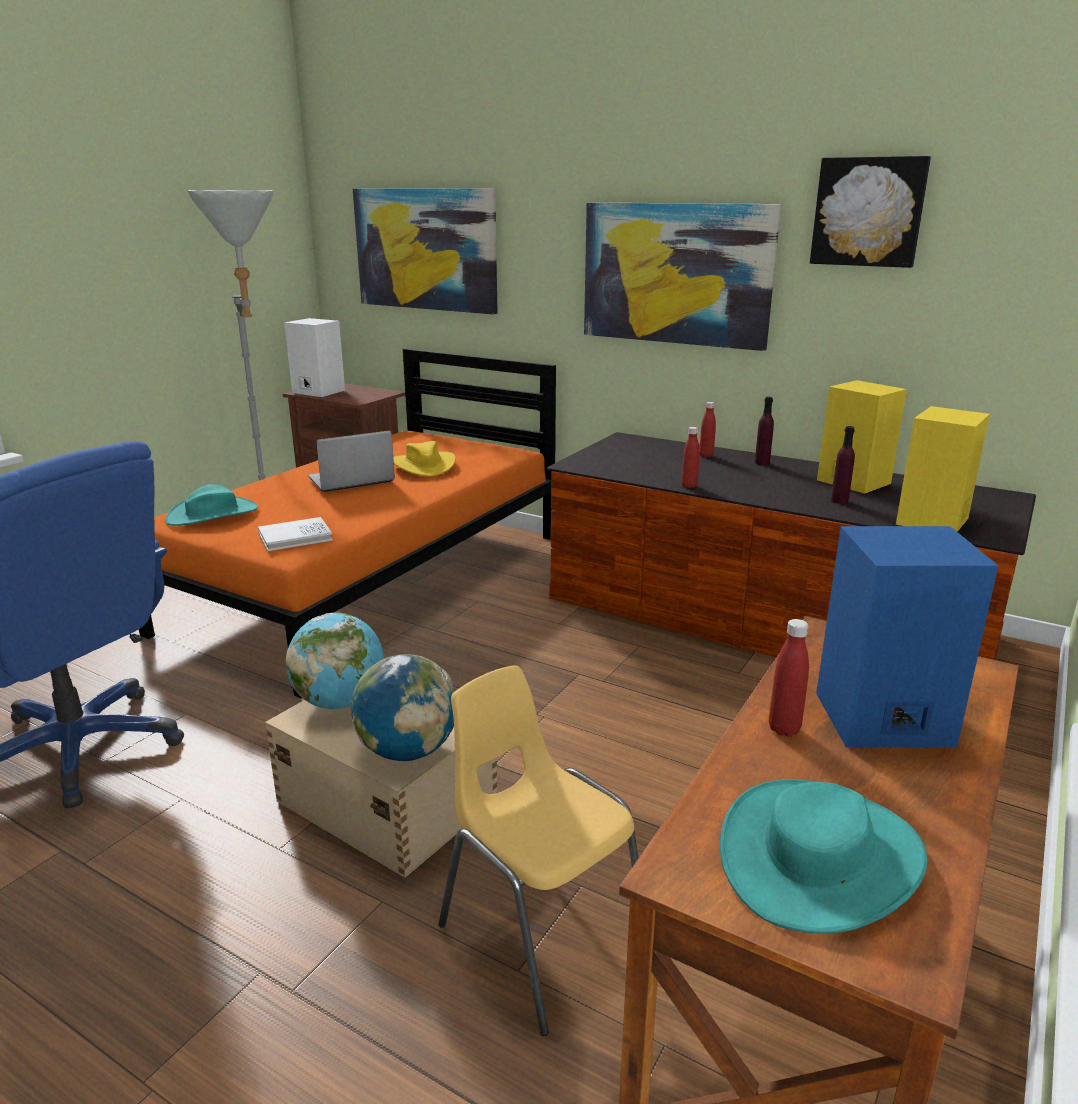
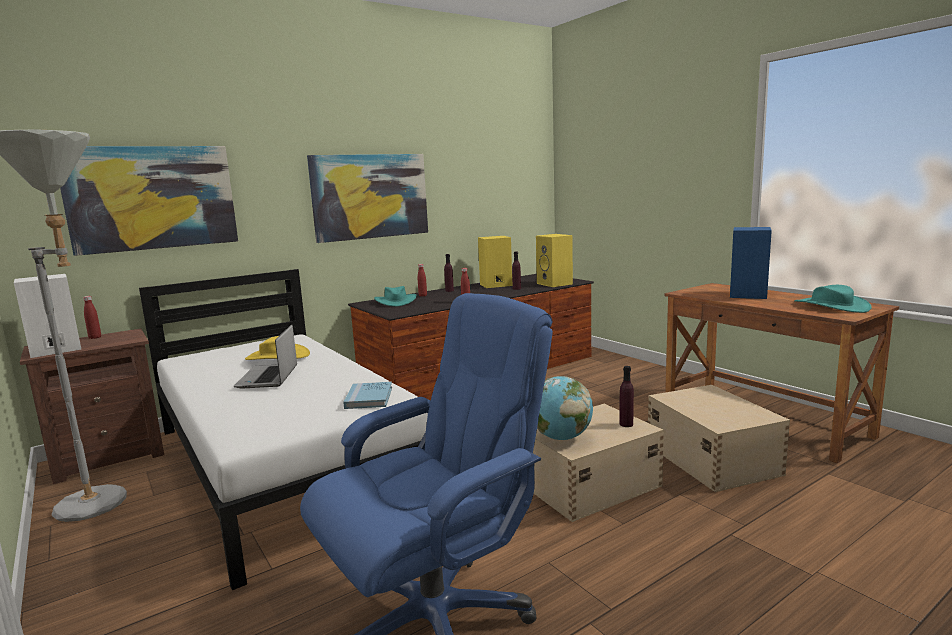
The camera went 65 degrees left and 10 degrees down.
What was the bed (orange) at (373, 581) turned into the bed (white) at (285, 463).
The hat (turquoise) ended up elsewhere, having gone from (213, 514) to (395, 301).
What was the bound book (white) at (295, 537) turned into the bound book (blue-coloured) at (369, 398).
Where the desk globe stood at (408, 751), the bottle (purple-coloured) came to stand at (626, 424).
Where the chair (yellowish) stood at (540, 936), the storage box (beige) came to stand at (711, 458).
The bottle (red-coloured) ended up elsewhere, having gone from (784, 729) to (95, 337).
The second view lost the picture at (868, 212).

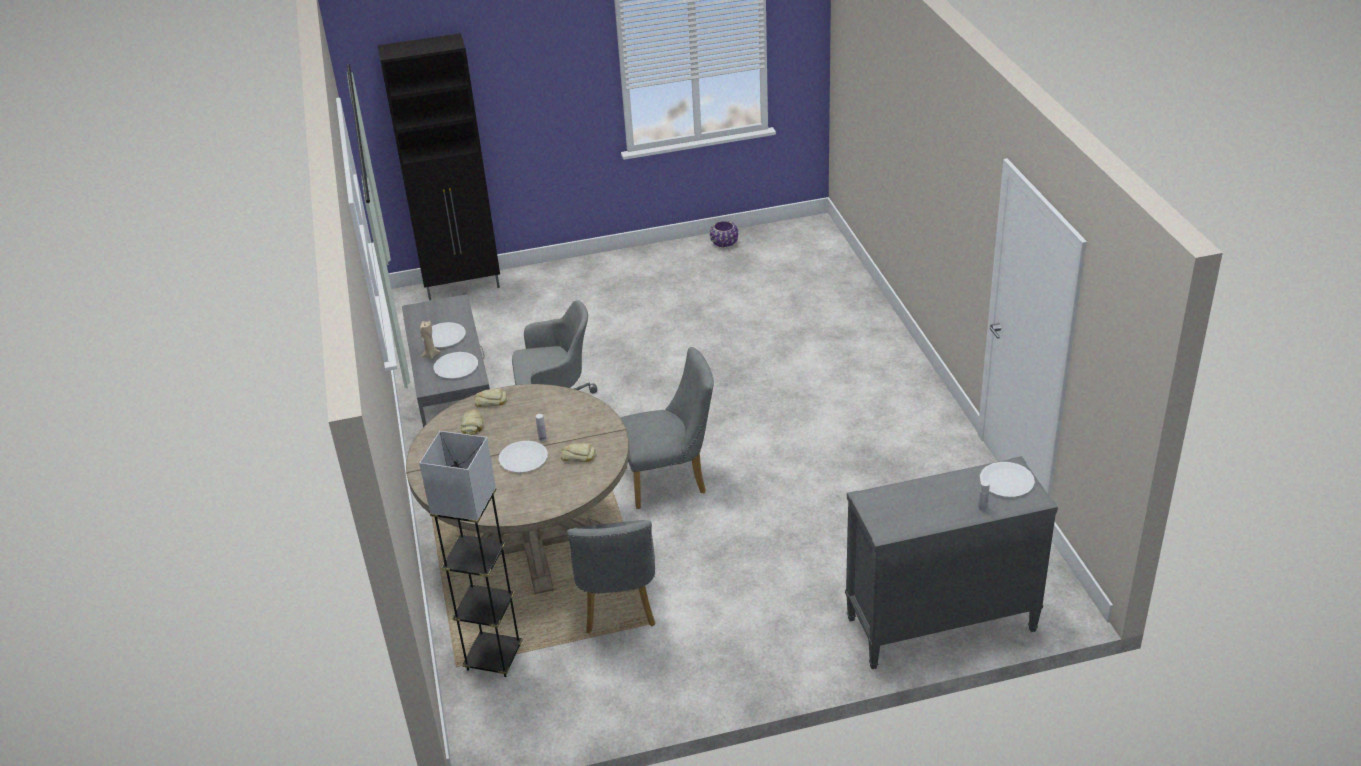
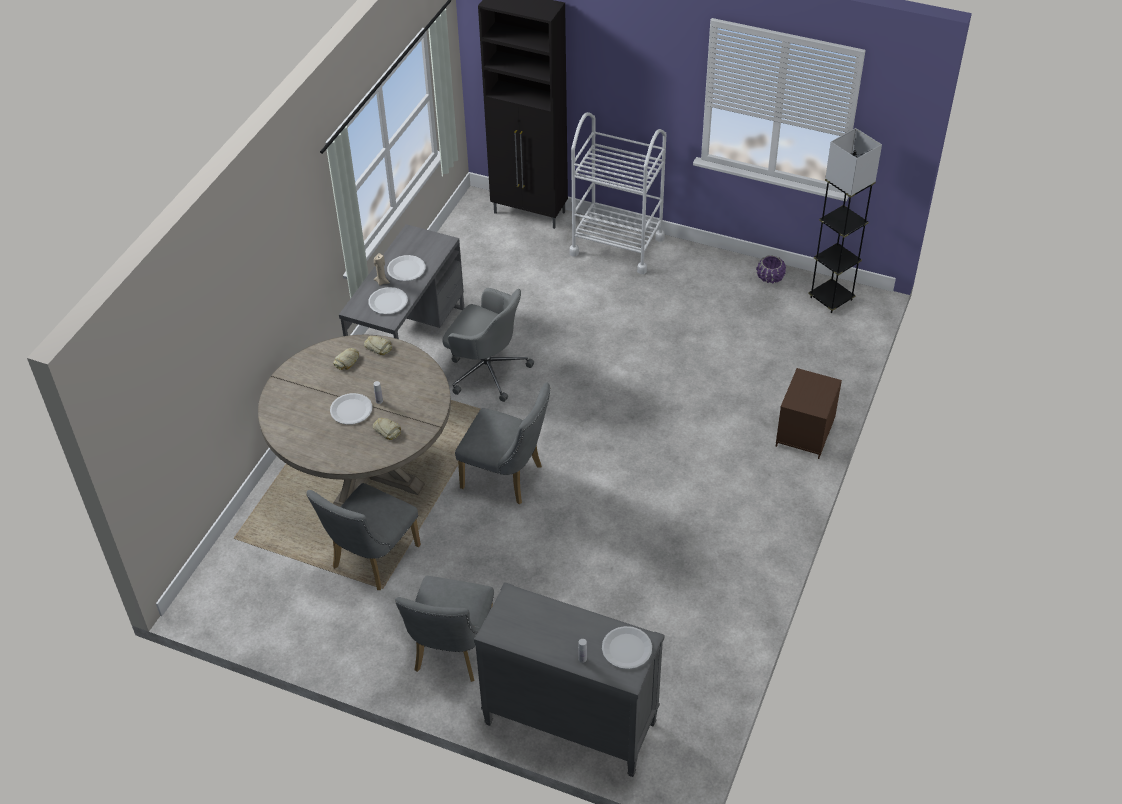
The camera went 35 degrees right and 10 degrees up.
The standing lamp (greyish) ended up elsewhere, having gone from (493, 658) to (831, 299).
The second view gained the chair (greyish) at (451, 653).
The second view gained the cart (white) at (617, 246).
The second view gained the night table (brownish) at (805, 434).

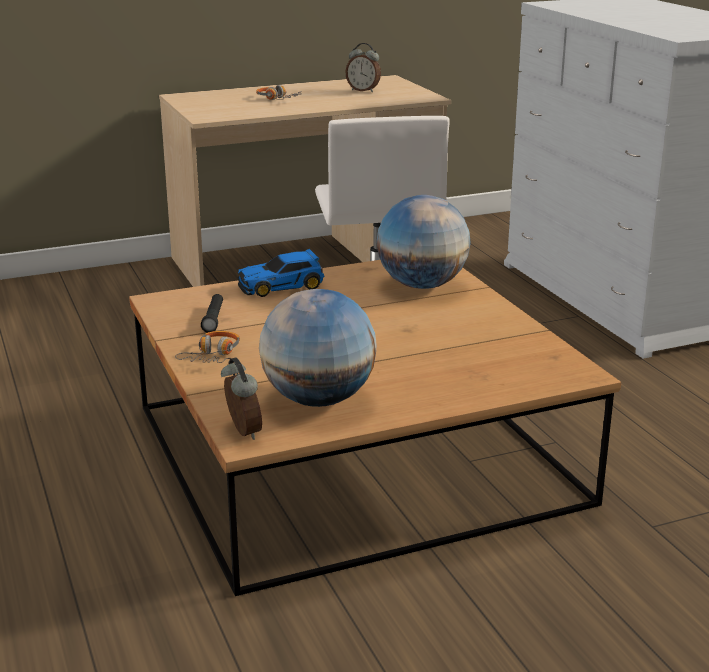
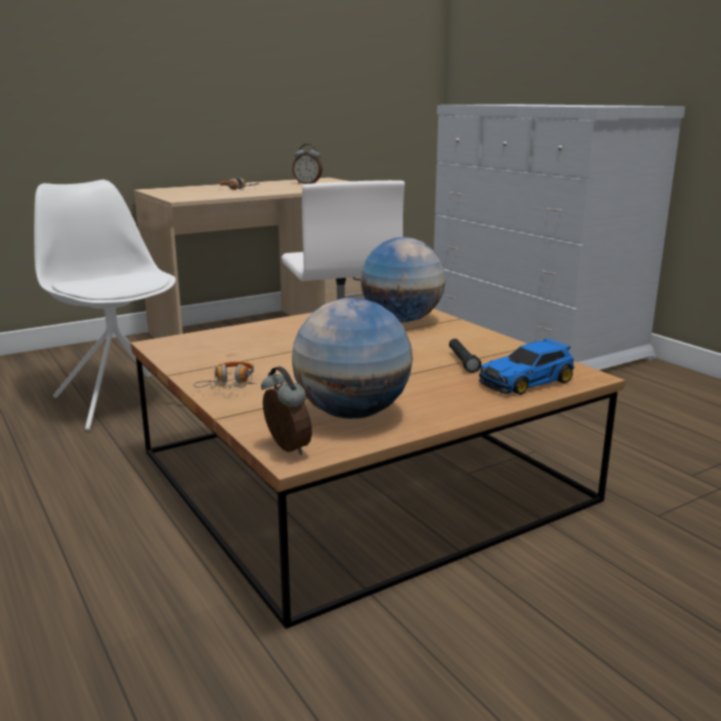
The camera went 10 degrees left and 5 degrees down.
The hand torch (blackish) ended up elsewhere, having gone from (213, 319) to (462, 361).
The miniature car ended up elsewhere, having gone from (282, 286) to (527, 381).
The second view gained the chair (white) at (120, 400).

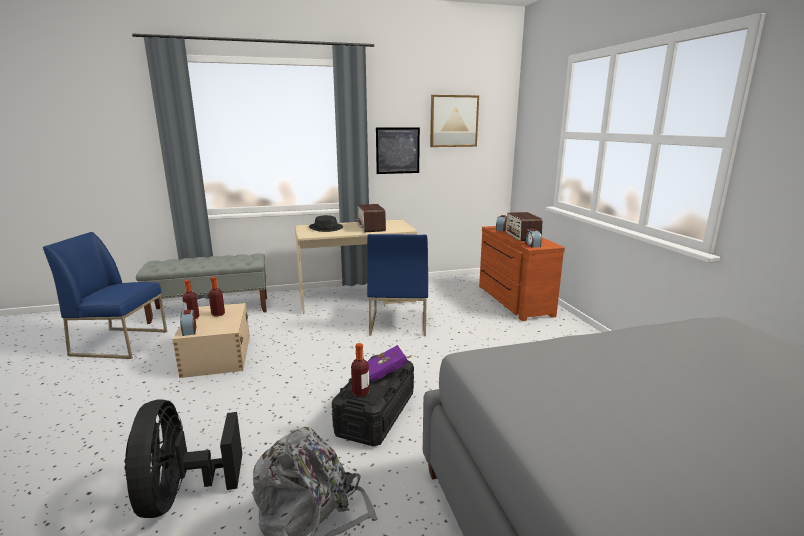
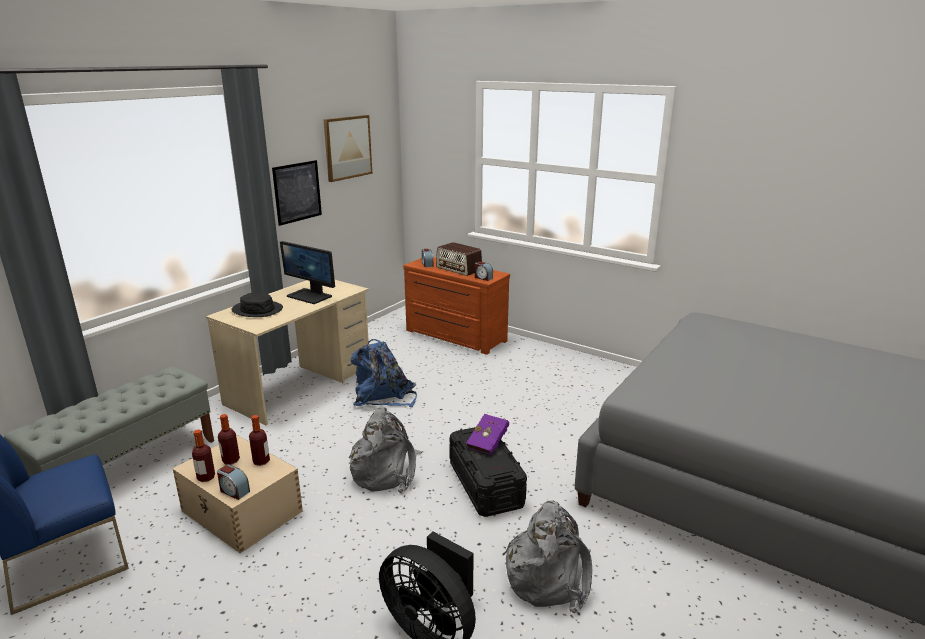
The camera went 40 degrees left and 5 degrees up.
The bottle ended up elsewhere, having gone from (360, 392) to (261, 461).
Where the radio stood at (371, 227), the computer display came to stand at (310, 296).
Where the chair (blue-coloured) stood at (398, 322), the knapsack (blue-coloured) came to stand at (383, 396).
The second view gained the knapsack (greyish) at (386, 471).

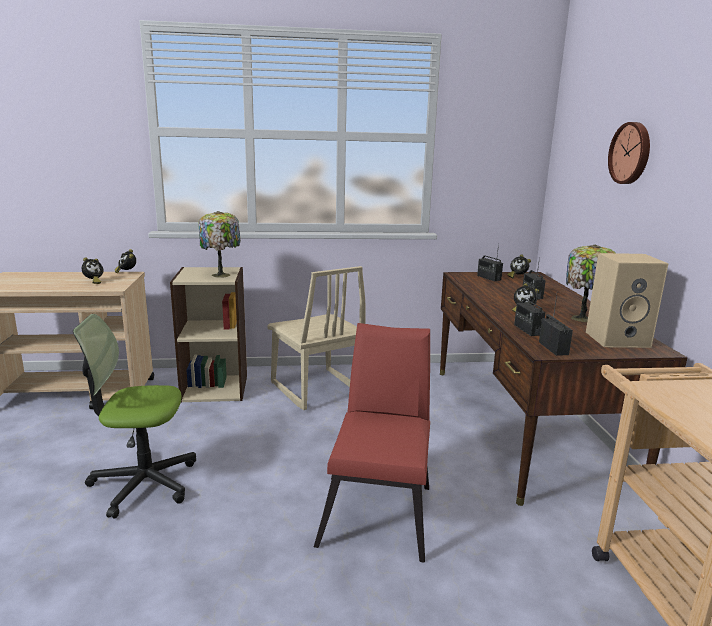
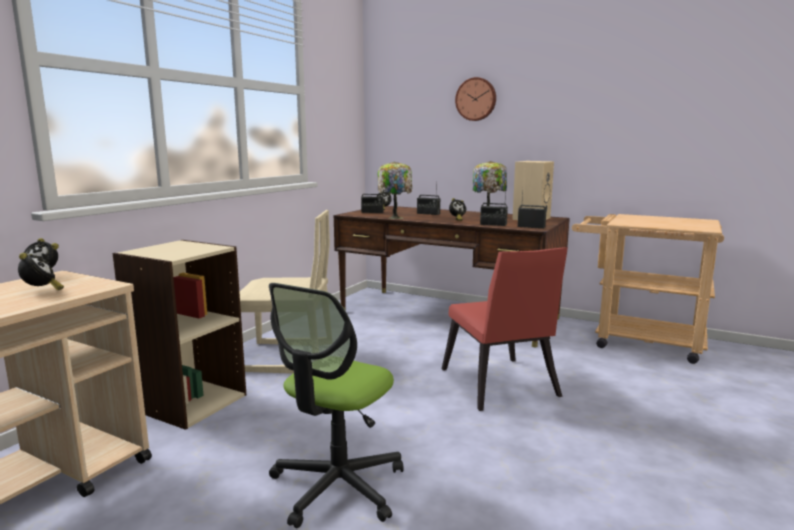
The camera went 55 degrees left and 5 degrees down.
The table lamp ended up elsewhere, having gone from (222, 274) to (395, 217).
The chair (red-coloured) at (379, 508) ended up facing another way, 150 degrees counterclockwise from before.

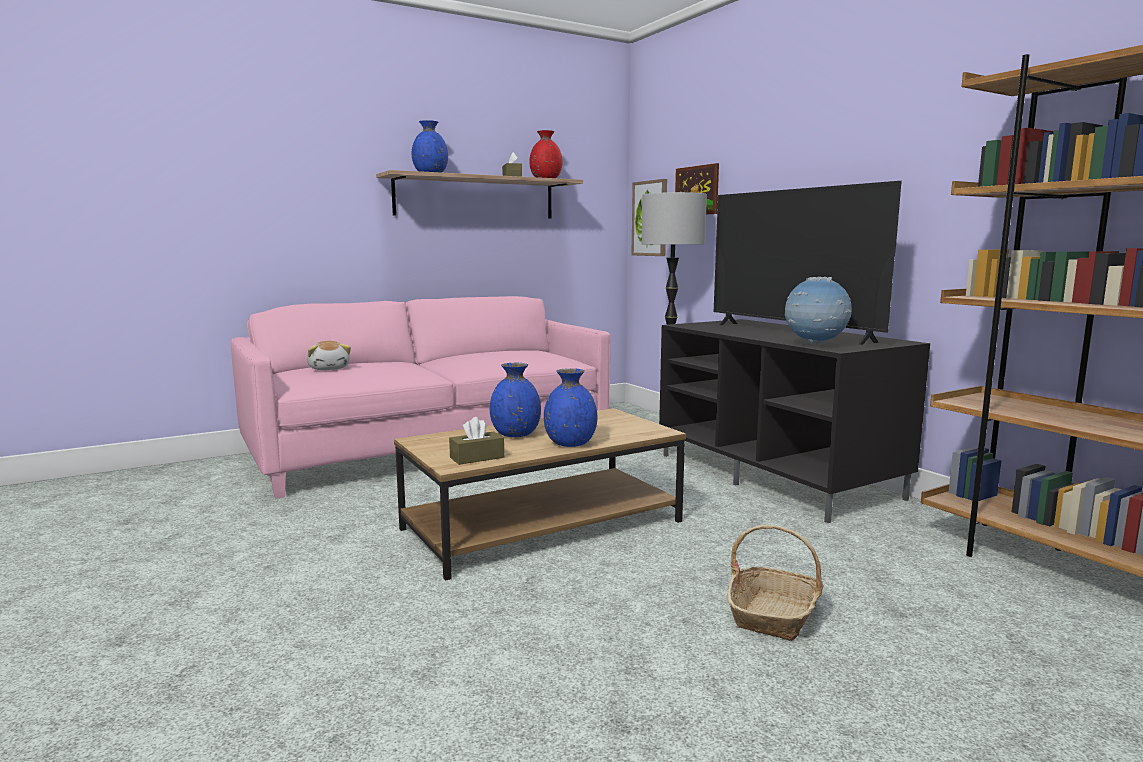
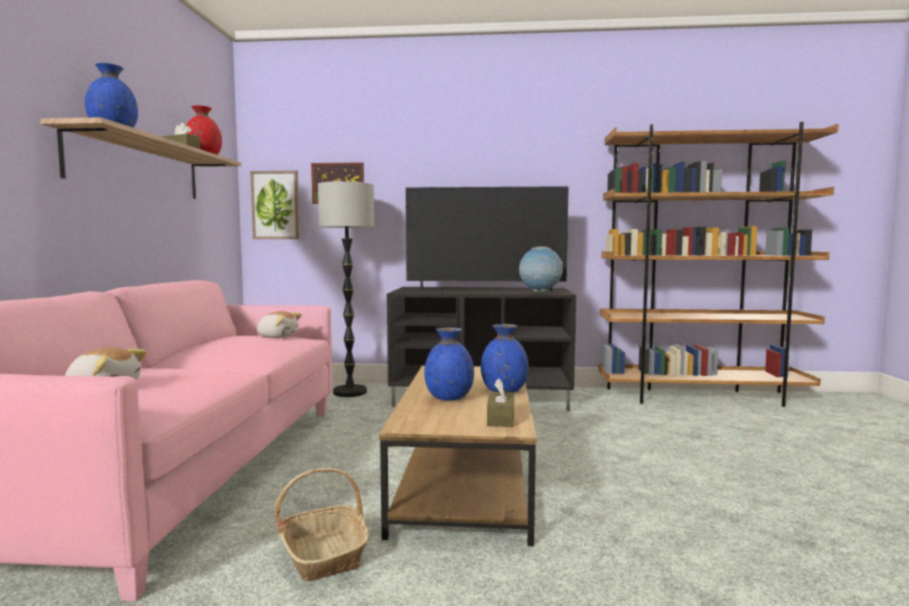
The camera went 55 degrees left and 5 degrees down.
The basket ended up elsewhere, having gone from (774, 614) to (323, 553).
The second view gained the plush toy at (277, 337).

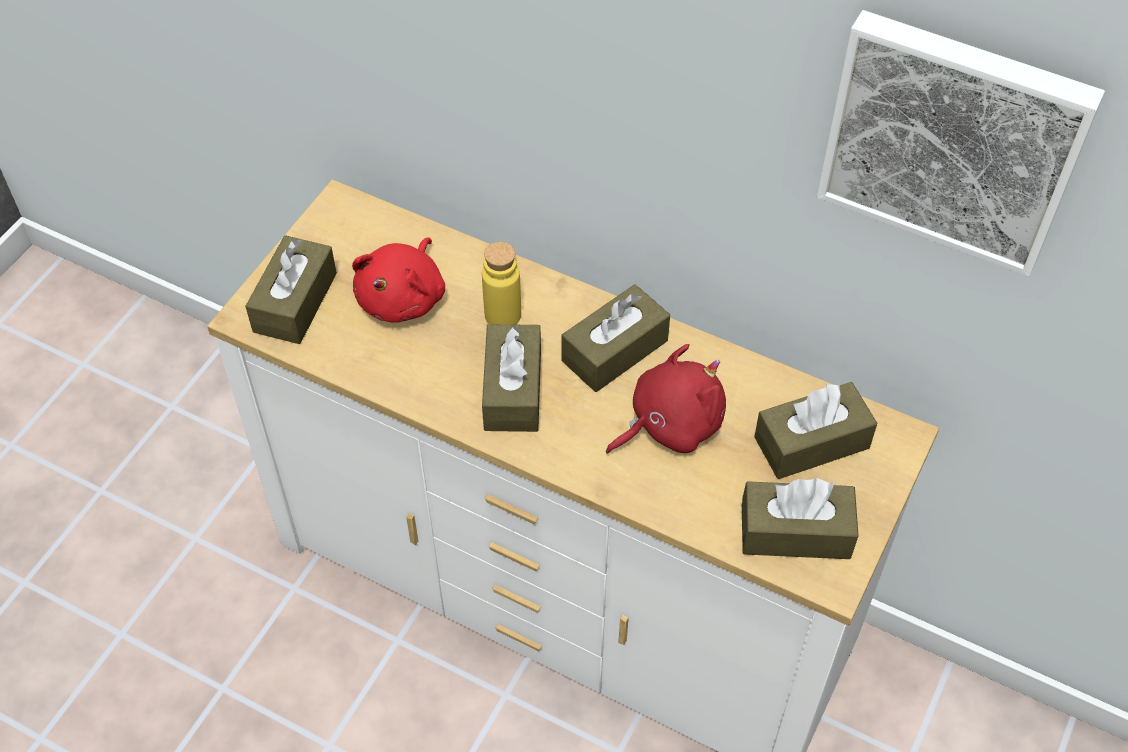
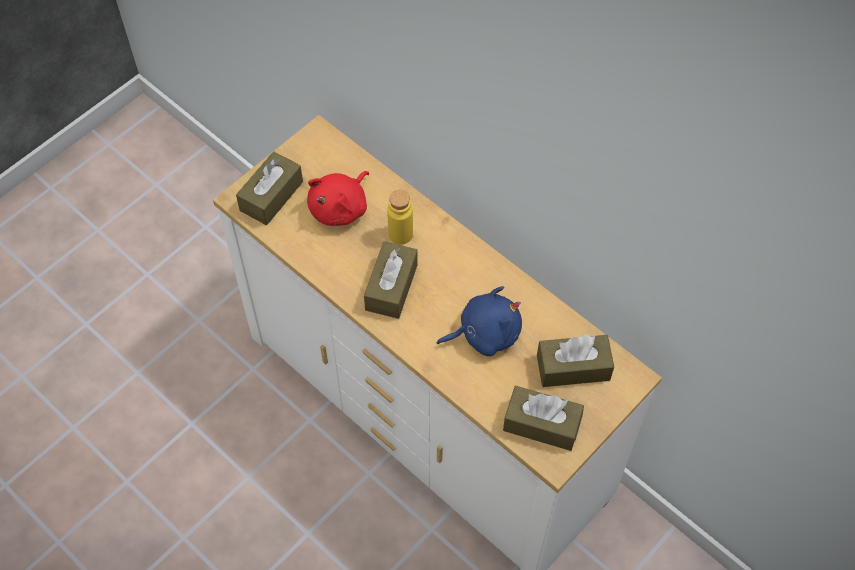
The camera went 15 degrees right and 5 degrees up.
The second view lost the tissue box (brownish) at (614, 350).
What was the plush toy (red-coloured) at (670, 424) turned into the plush toy (blue-coloured) at (485, 333).
The second view lost the picture at (953, 139).

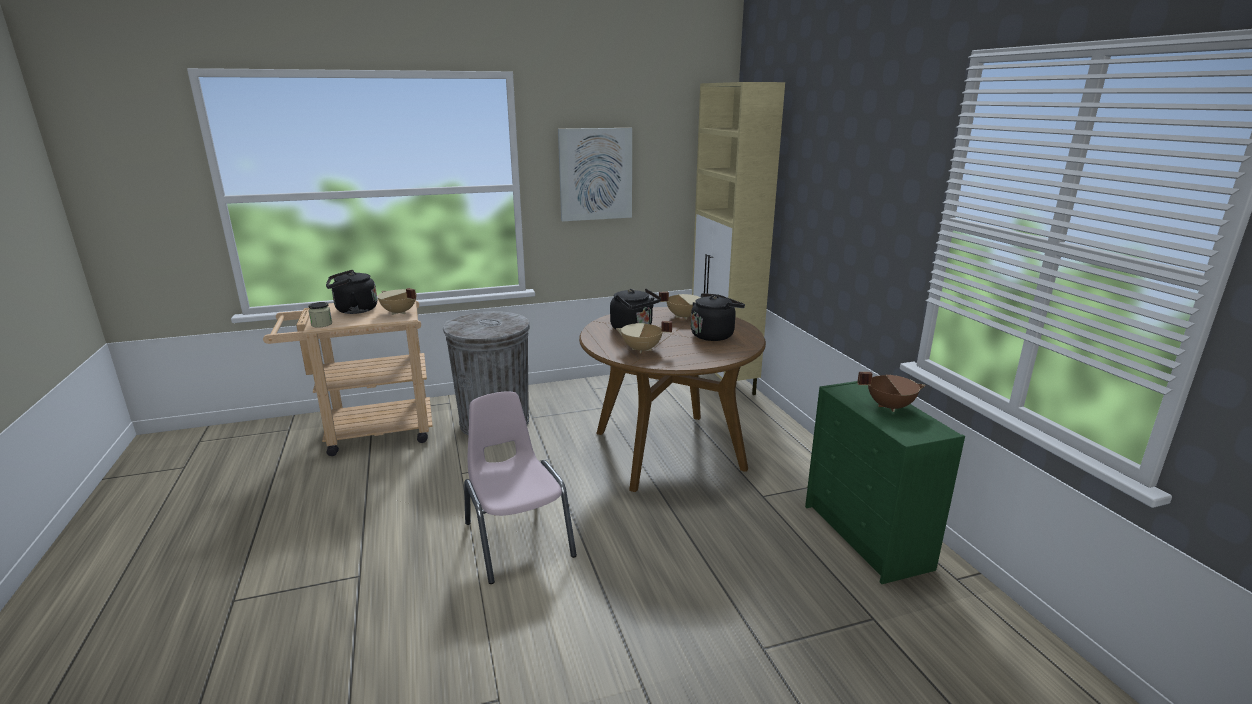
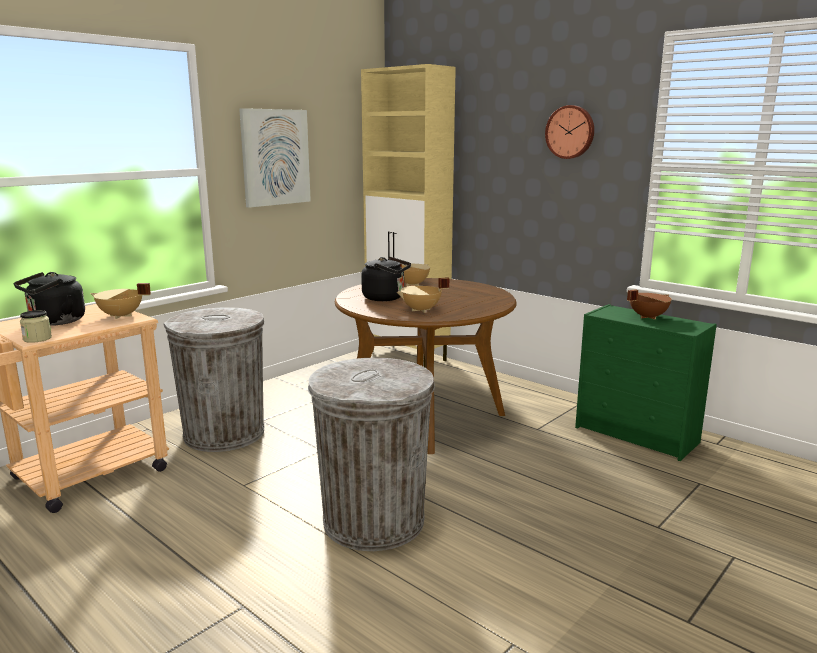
The camera went 30 degrees left and 5 degrees down.
Where the chair (pink) stood at (517, 539), the waste bin (greyish) came to stand at (374, 520).
The second view lost the kettle (blackish) at (714, 335).
The second view gained the wall clock at (570, 132).

